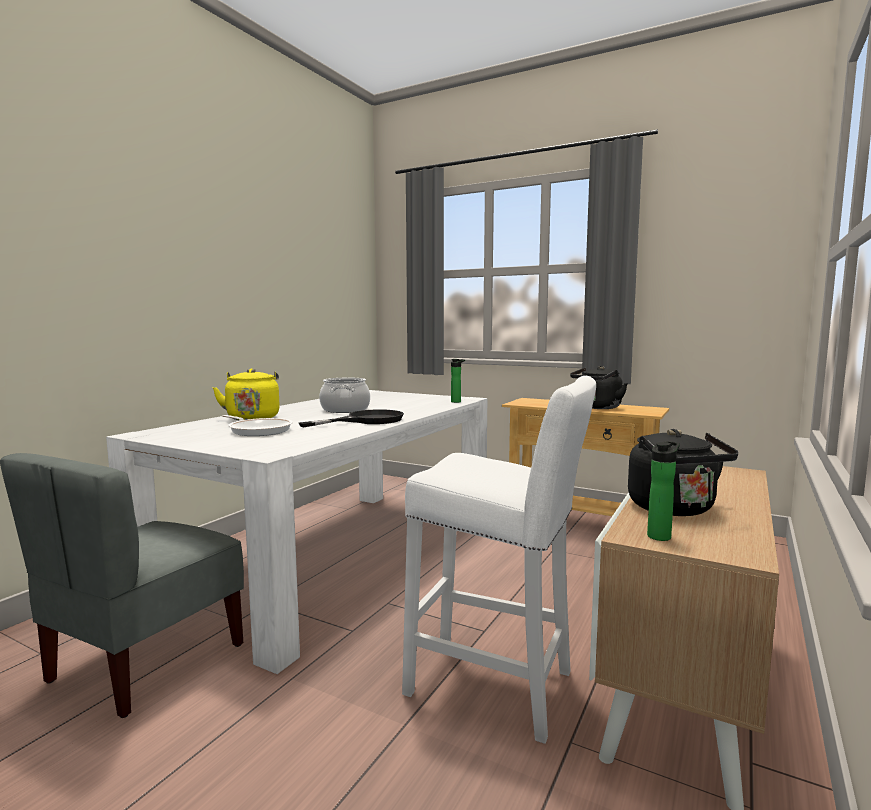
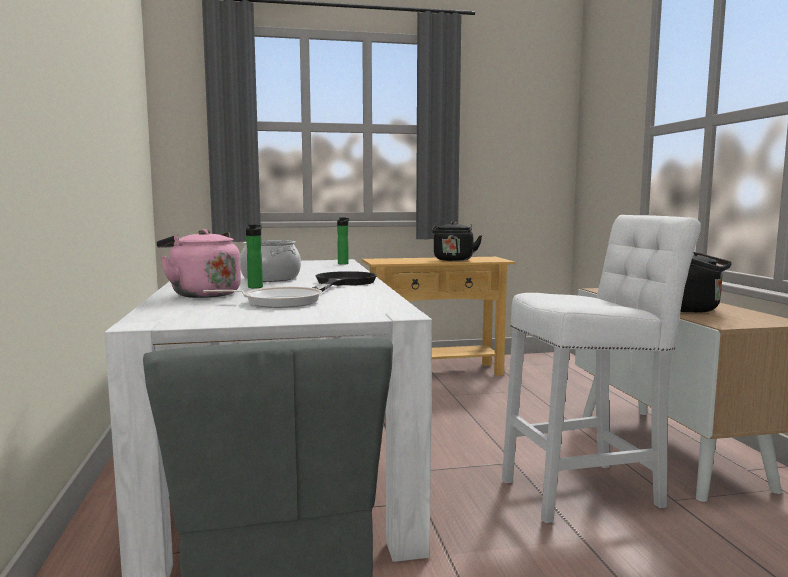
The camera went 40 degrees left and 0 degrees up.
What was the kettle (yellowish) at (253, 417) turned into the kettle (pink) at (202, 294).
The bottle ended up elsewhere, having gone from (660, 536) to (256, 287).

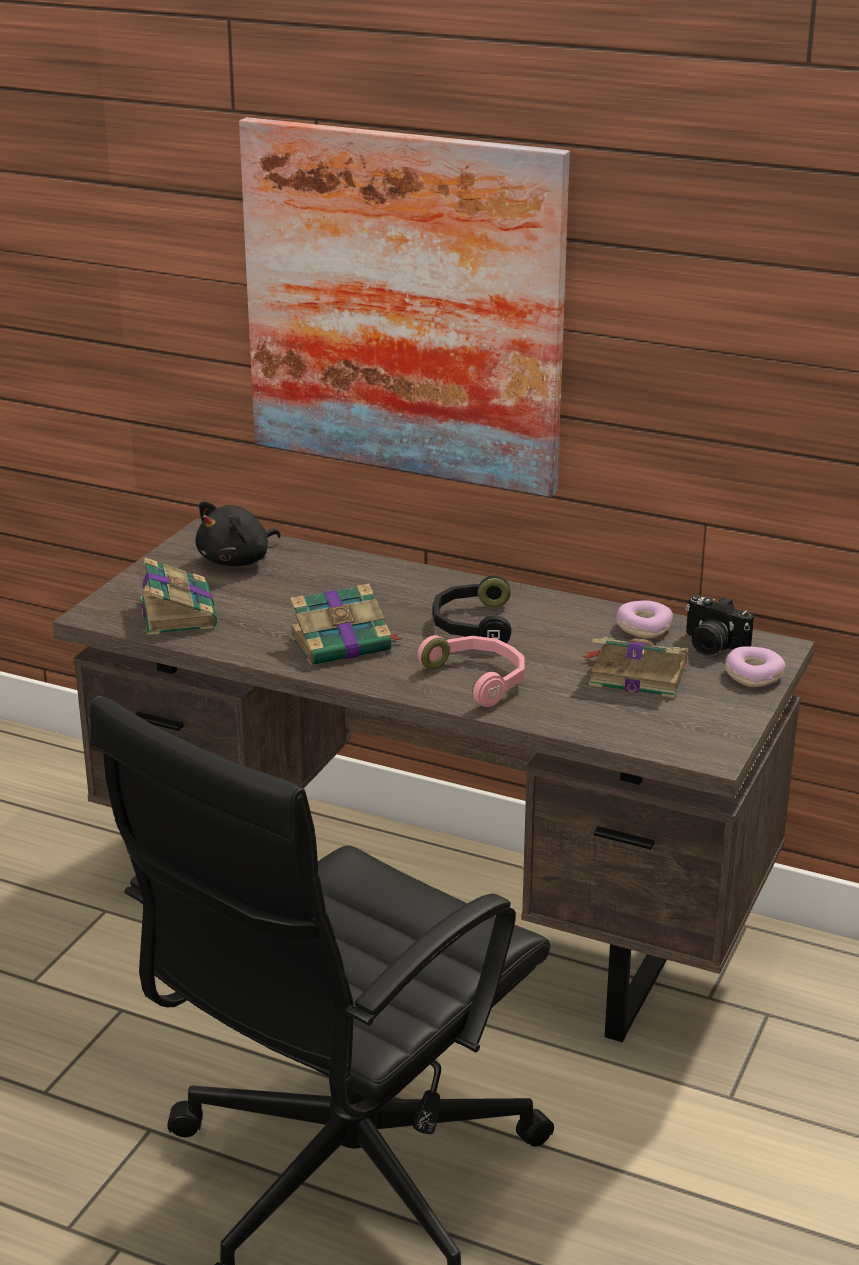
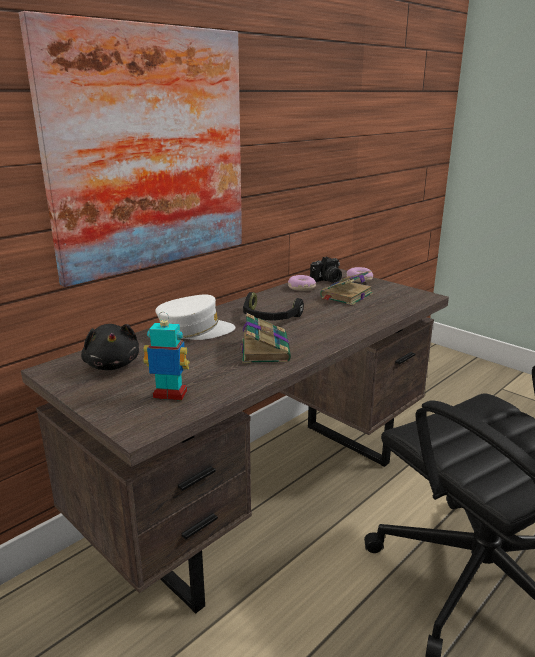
The camera went 70 degrees left and 5 degrees down.
Where the bound book stood at (178, 612), the model robot came to stand at (170, 395).
The second view lost the pair of headphones (pink) at (479, 679).
The second view gained the cap (white) at (195, 330).

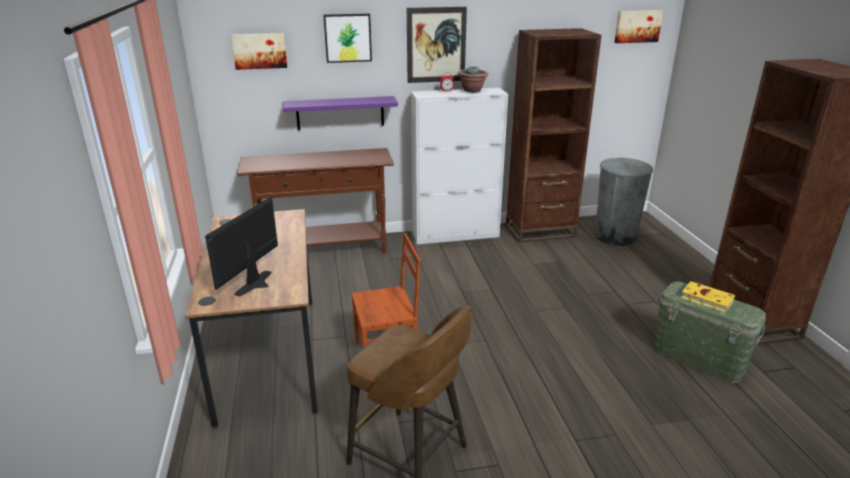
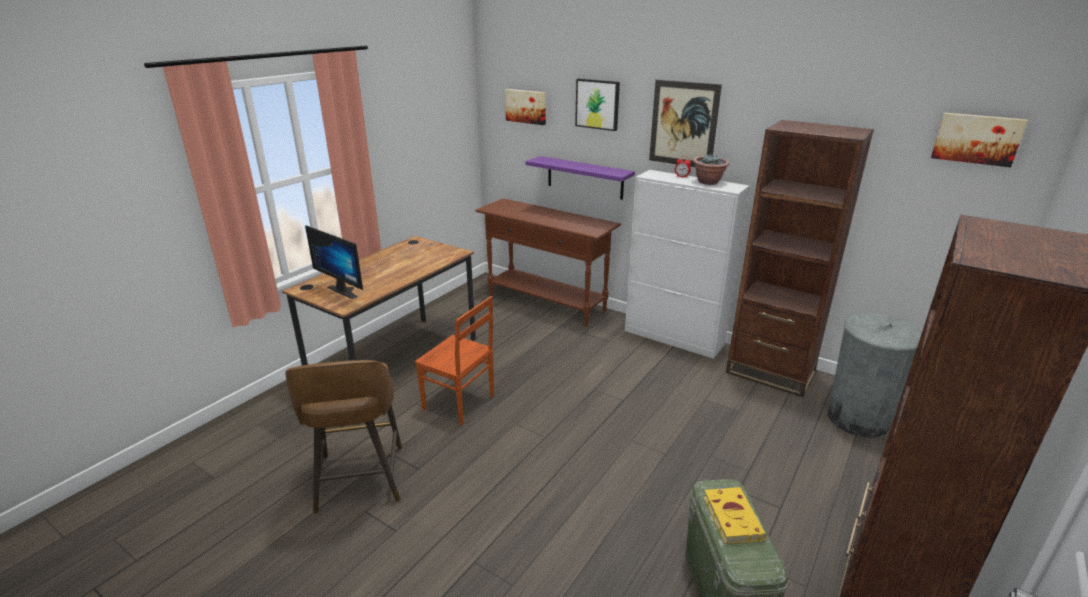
The camera went 45 degrees right and 0 degrees up.
The computer display at (259, 284) ended up facing another way, 120 degrees counterclockwise from before.

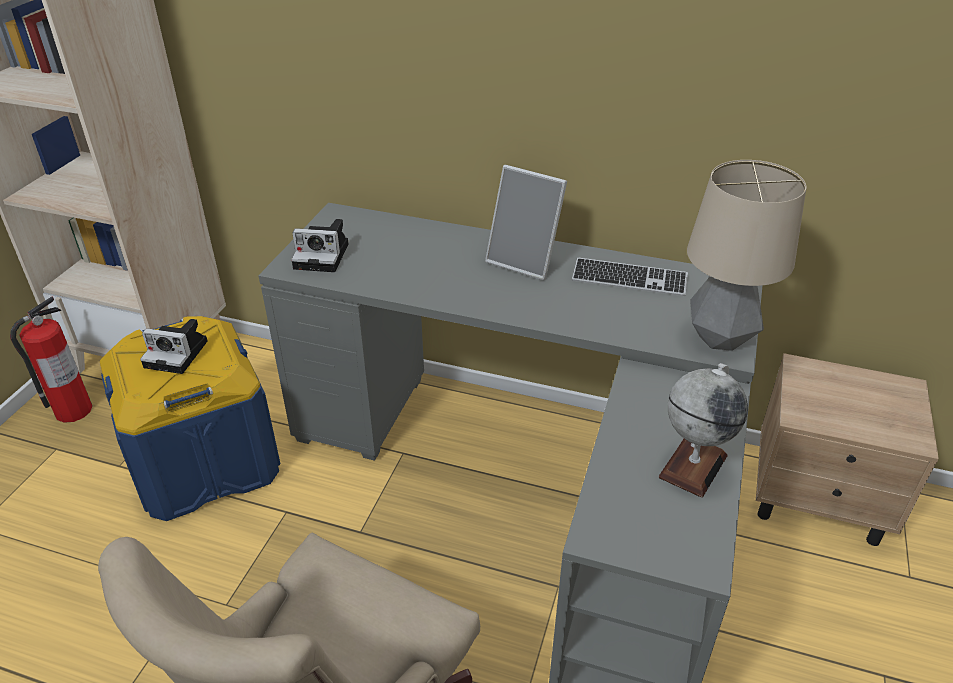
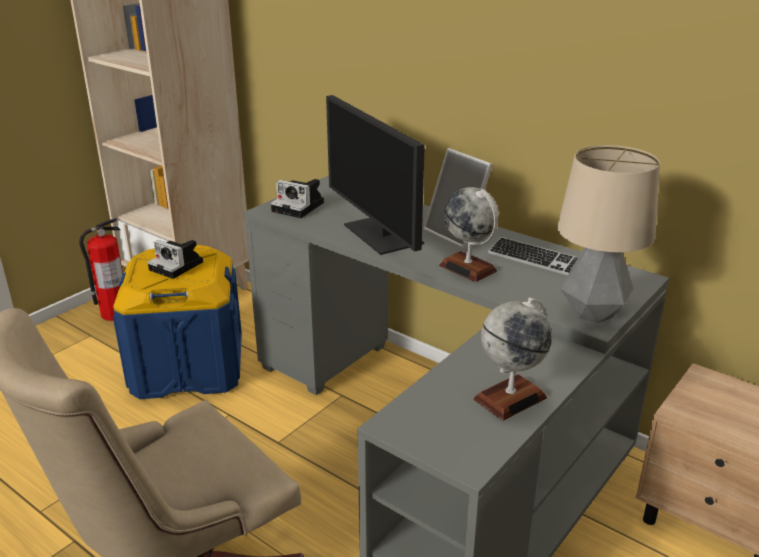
The camera went 20 degrees right and 10 degrees down.
The second view gained the computer display at (383, 234).
The second view gained the desk globe at (468, 268).

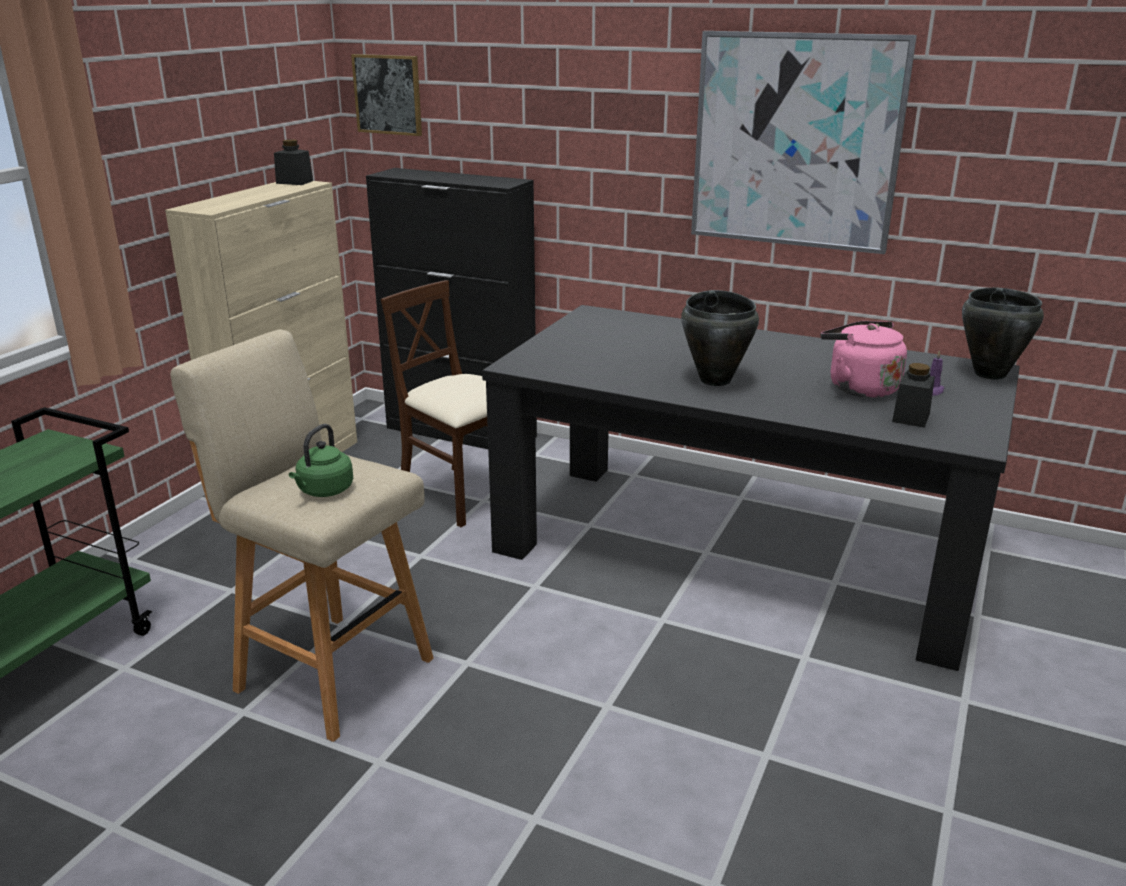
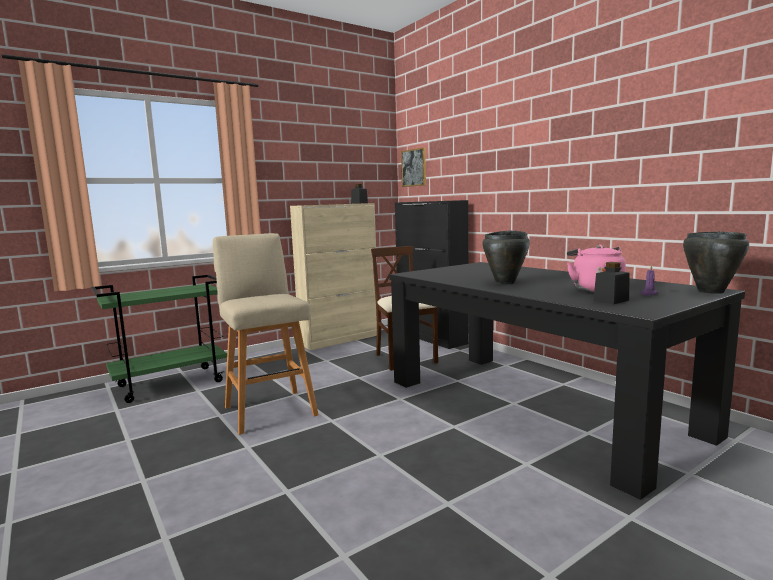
The camera went 30 degrees right and 15 degrees down.
The second view lost the kettle (green-coloured) at (324, 491).
The second view lost the picture at (796, 141).

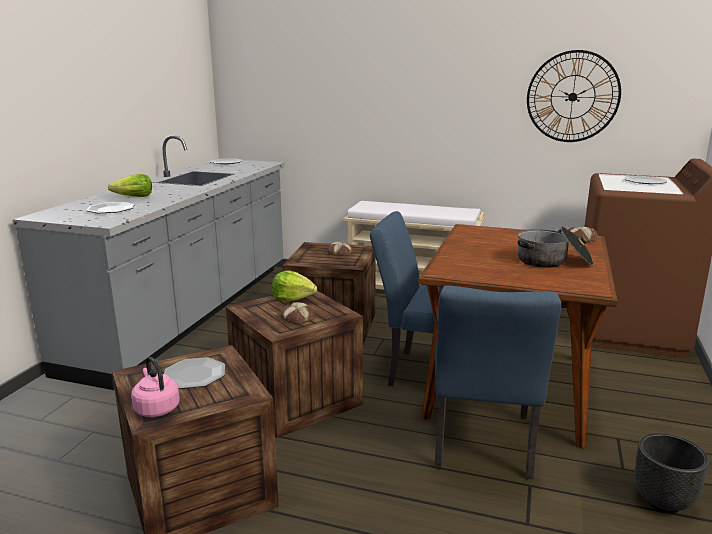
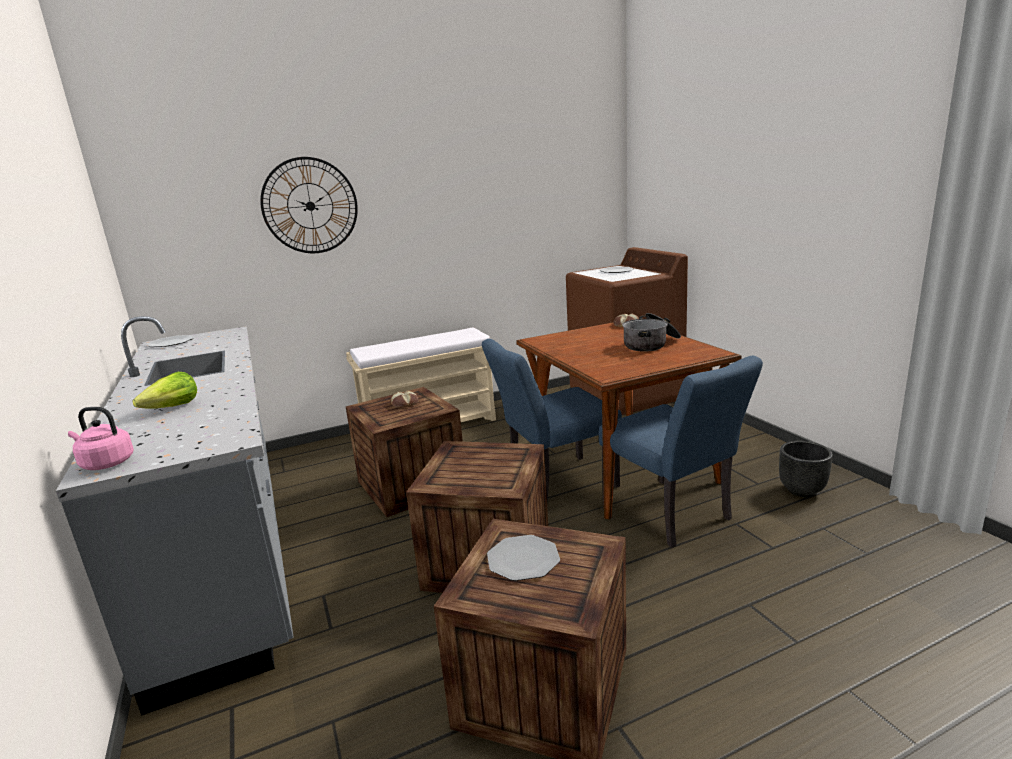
The camera went 40 degrees left and 0 degrees up.
The second view lost the dinner plate at (111, 209).
The kettle (pink) ended up elsewhere, having gone from (156, 408) to (105, 463).
The second view lost the lettuce head at (293, 298).
The second view lost the baked bread at (296, 318).
The wall clock ended up elsewhere, having gone from (572, 97) to (310, 206).

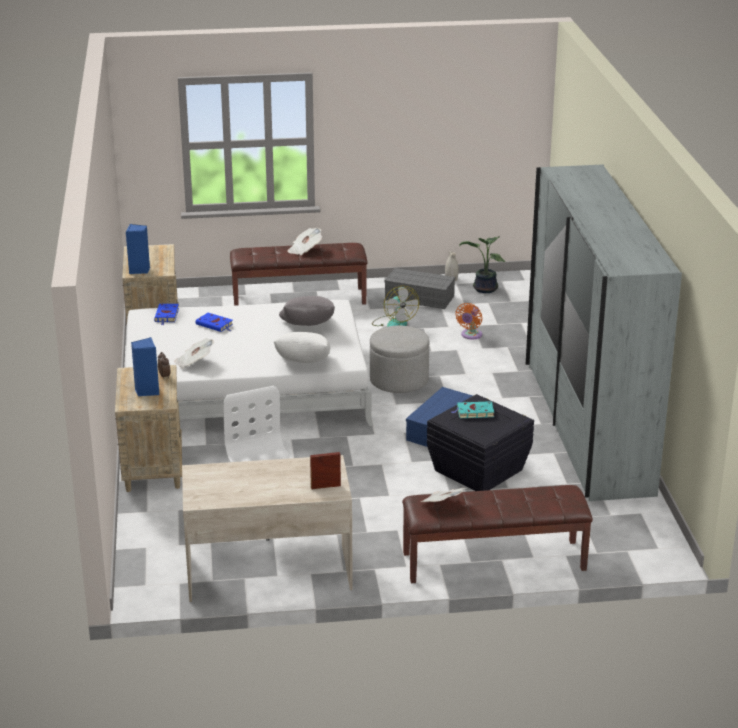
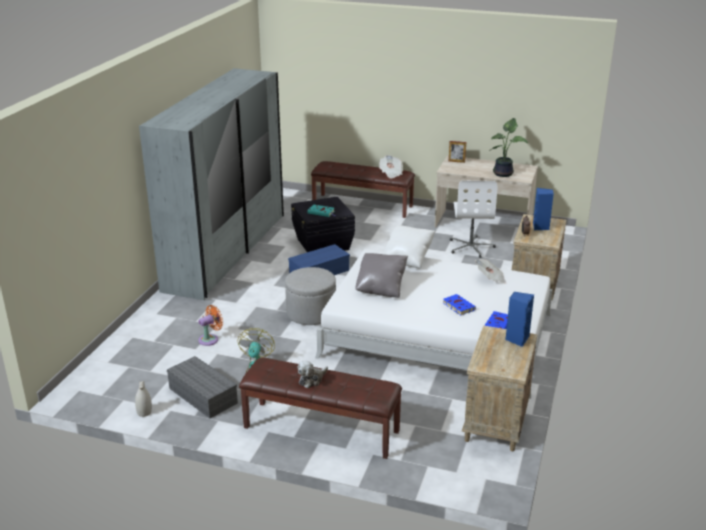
The camera went 155 degrees left and 0 degrees up.
Where the newspaper stood at (304, 250), the plush toy came to stand at (311, 380).
The houseplant ended up elsewhere, having gone from (484, 289) to (504, 173).

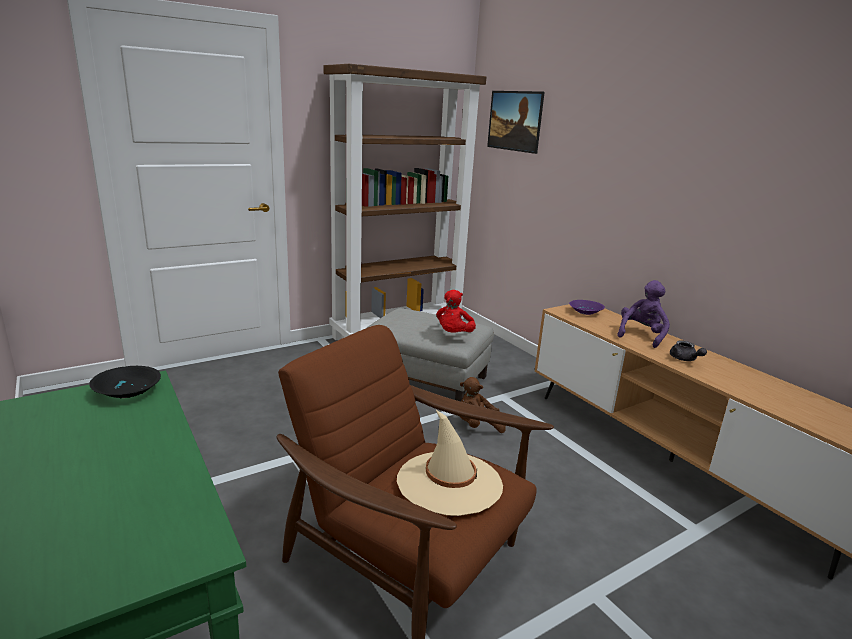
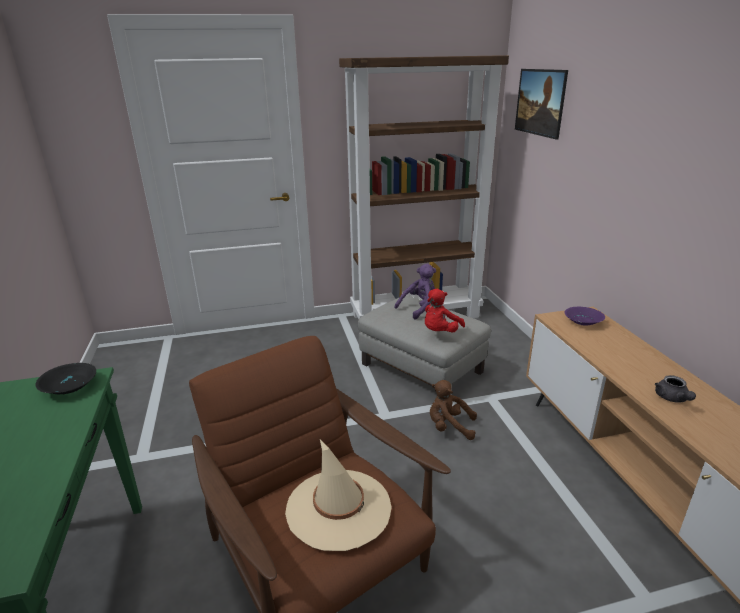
The camera went 20 degrees right and 5 degrees up.
The plush toy (purple-coloured) ended up elsewhere, having gone from (641, 335) to (419, 308).

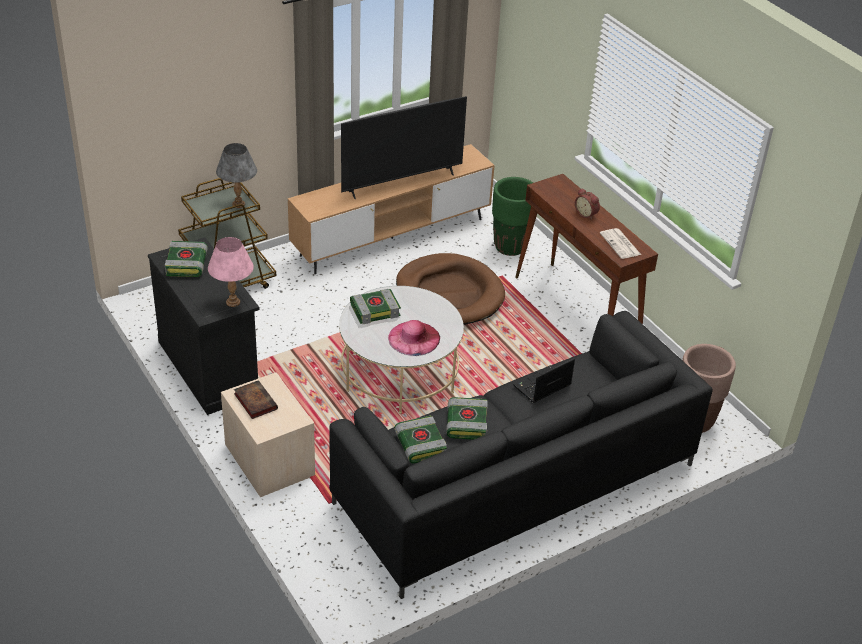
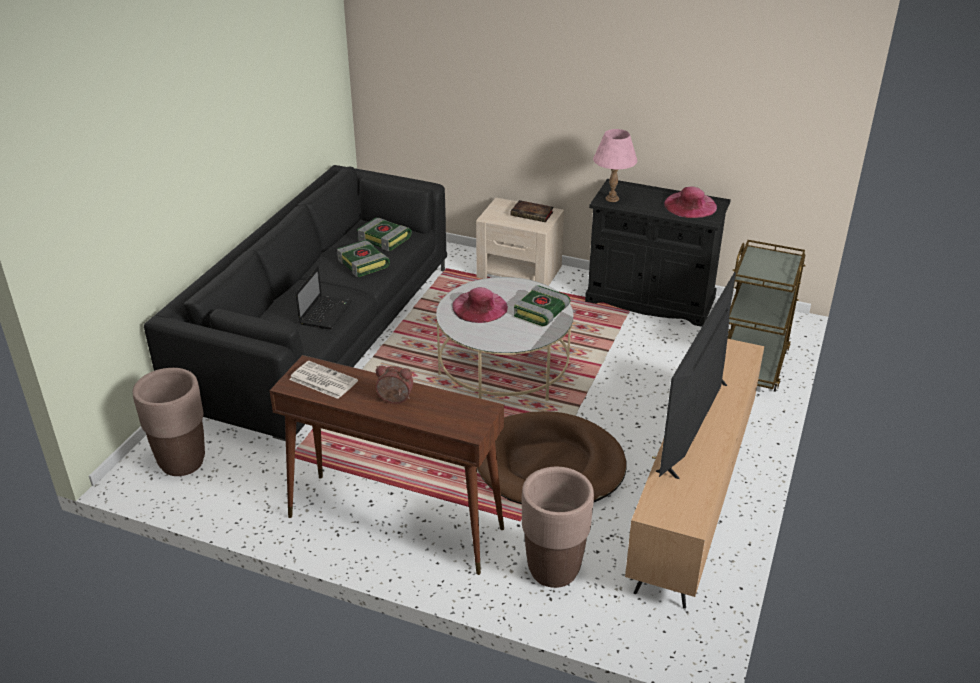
The camera went 145 degrees right and 5 degrees down.
Where the bound book stood at (187, 264), the hat (pink) came to stand at (690, 205).
The second view lost the table lamp (greyish) at (238, 204).
What was the flower pot (green-coloured) at (510, 247) turned into the flower pot (brownish) at (553, 570).

